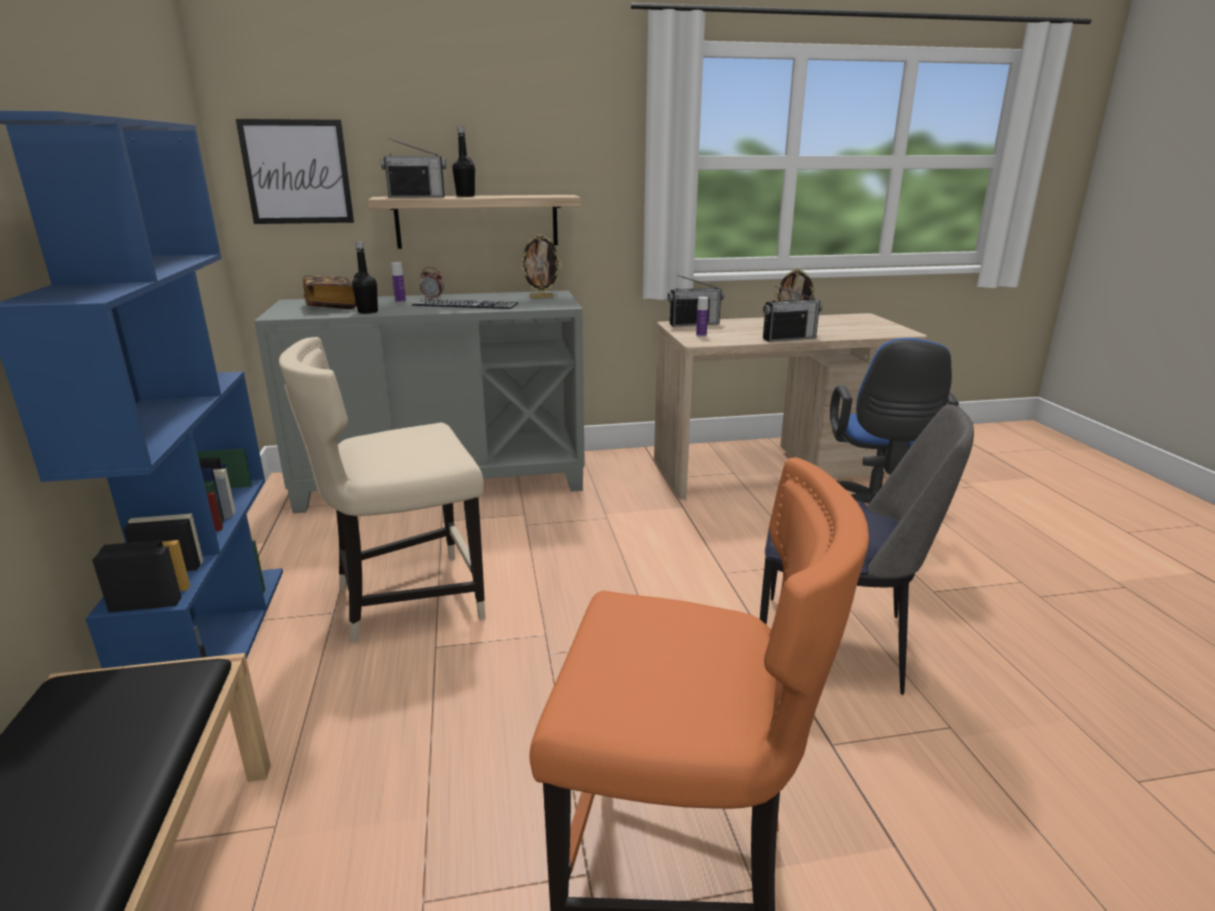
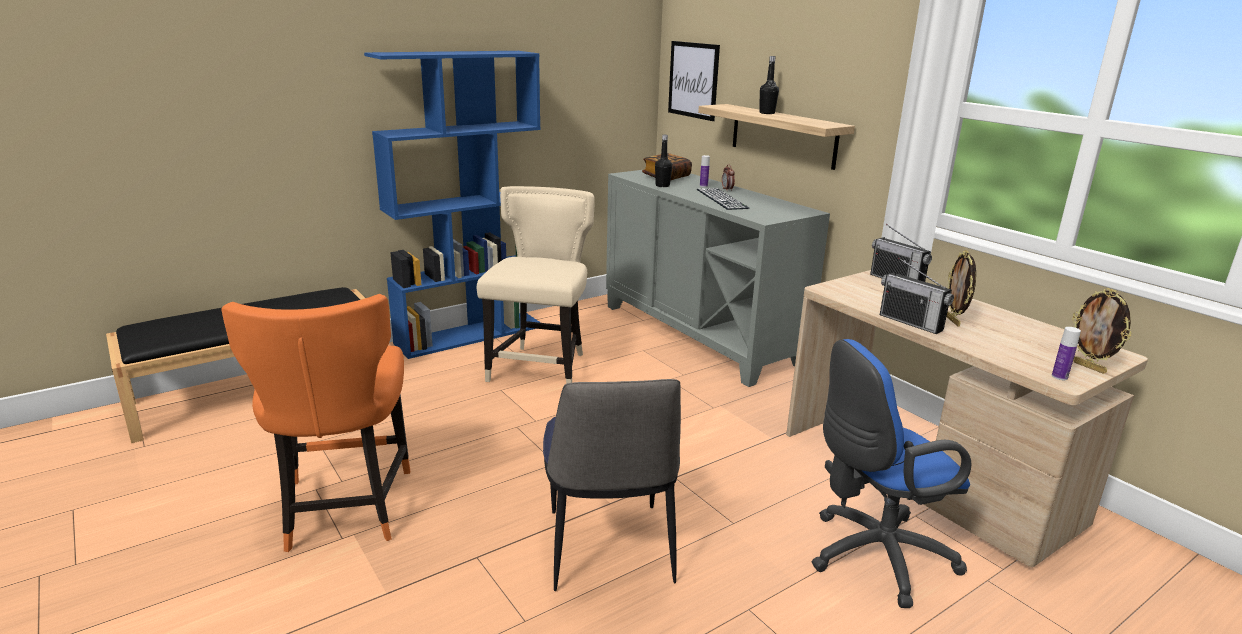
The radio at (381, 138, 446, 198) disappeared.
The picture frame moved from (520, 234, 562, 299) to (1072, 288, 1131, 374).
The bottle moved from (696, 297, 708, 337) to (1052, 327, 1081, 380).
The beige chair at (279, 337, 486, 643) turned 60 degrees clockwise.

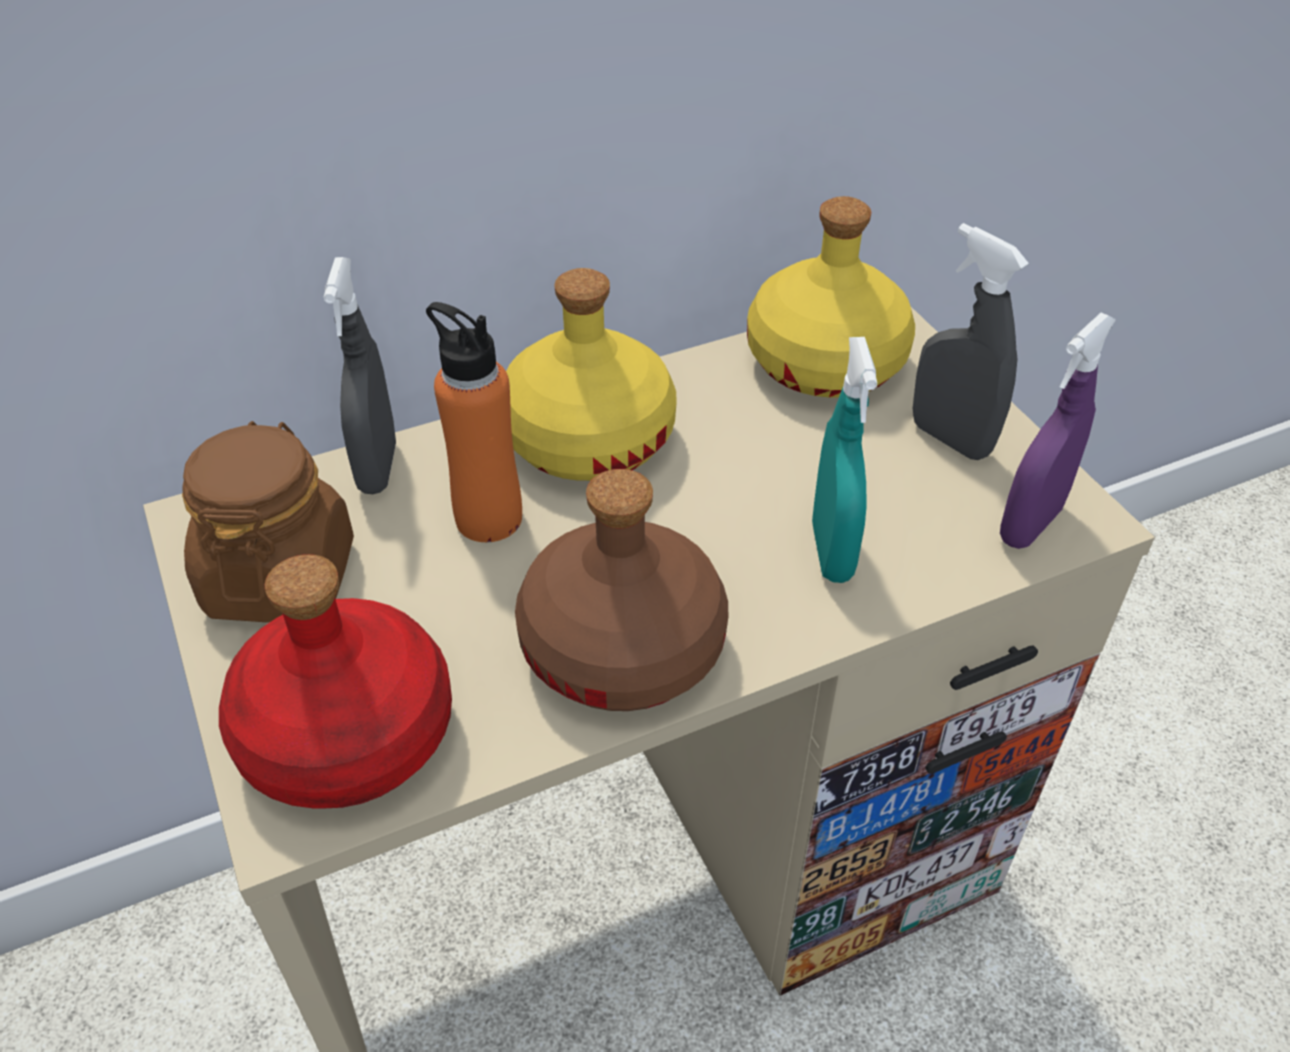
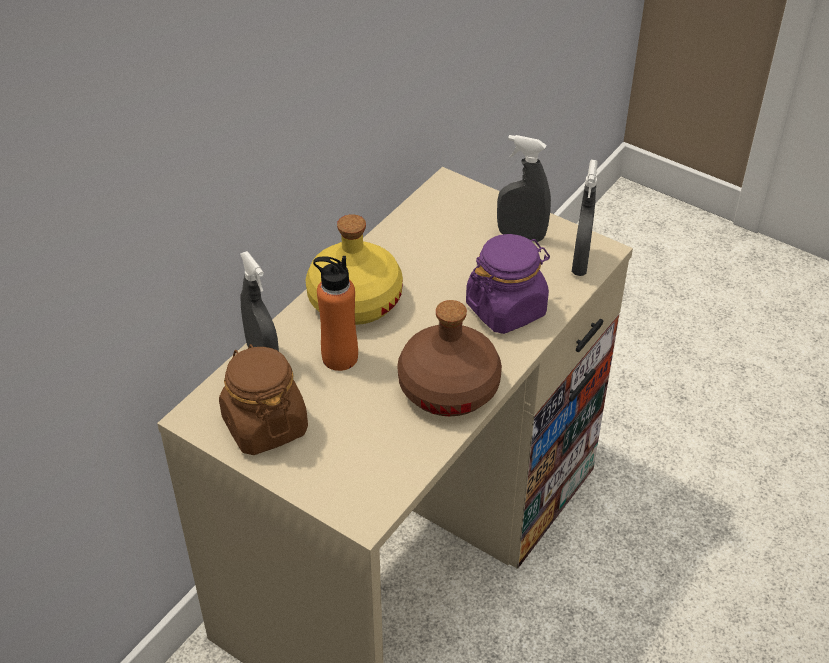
The red bottle at (219, 554, 452, 809) disappeared.
The yellow bottle at (747, 196, 915, 397) disappeared.
The turquoise spray bottle at (812, 337, 877, 583) was replaced by the purple jar at (466, 234, 550, 334).
The purple spray bottle at (1000, 313, 1116, 549) became the grey spray bottle at (572, 160, 598, 276).

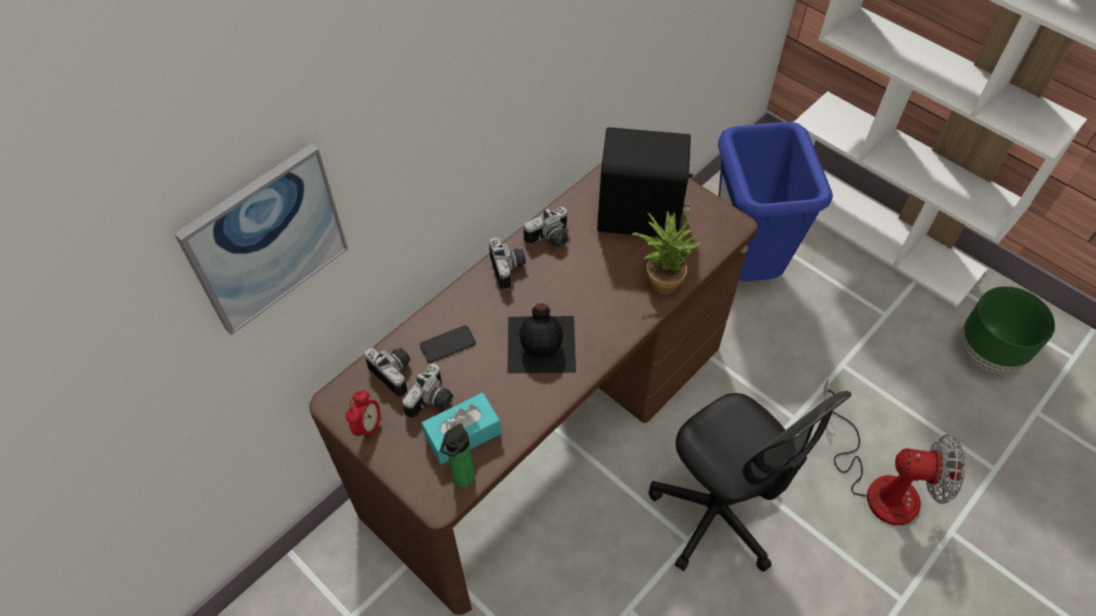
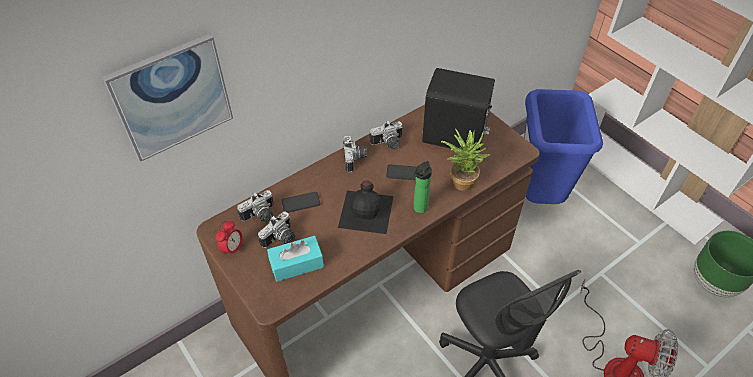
The phone at (386, 165, 416, 180) appeared.
The bottle moved from (440, 423, 475, 488) to (413, 161, 432, 213).
The photo camera at (365, 348, 411, 397) turned 90 degrees clockwise.

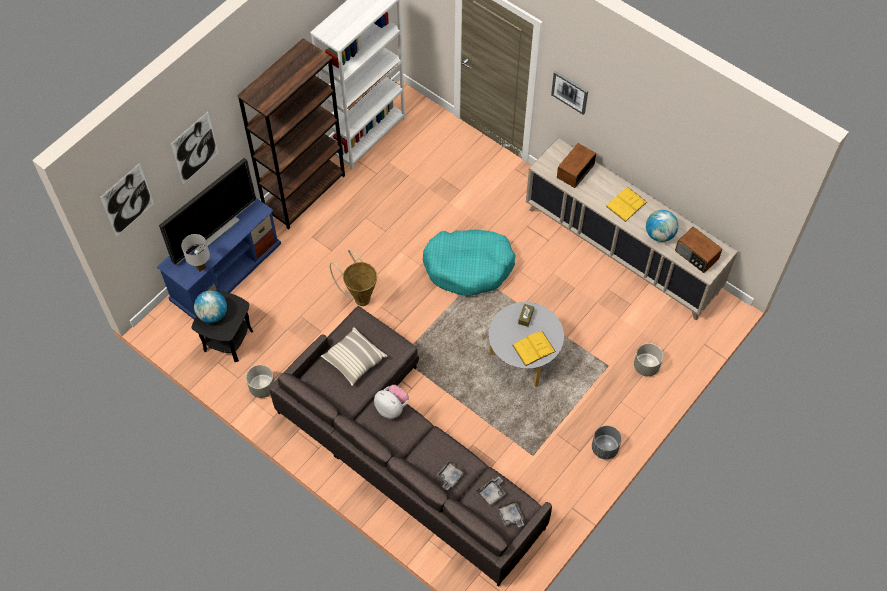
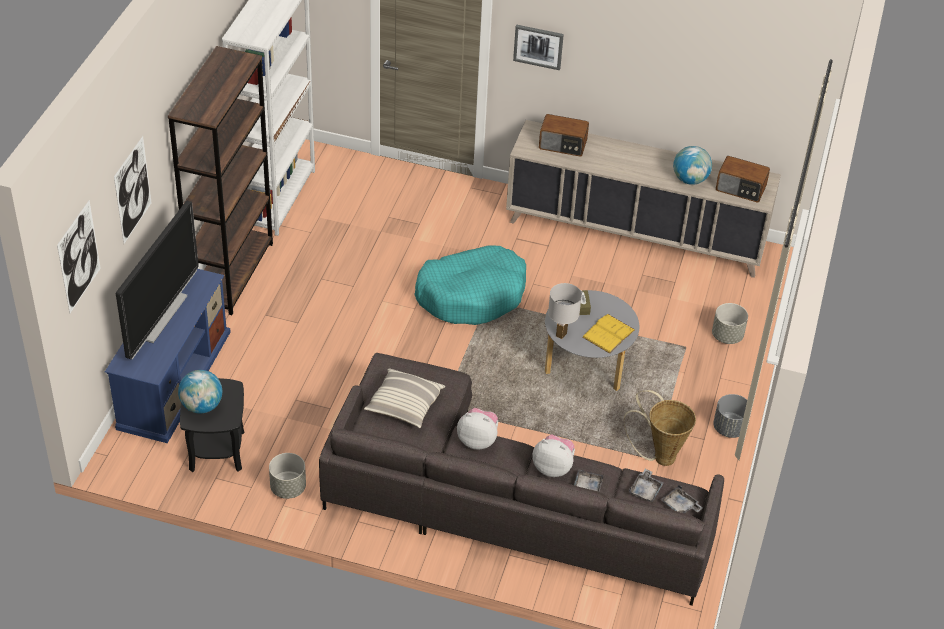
The yellow book at (606, 187, 647, 222) disappeared.
The plush toy at (532, 435, 575, 477) appeared.
The white table lamp moved from (181, 234, 210, 272) to (548, 283, 582, 339).
The basket moved from (330, 250, 377, 306) to (624, 390, 696, 466).
The radio at (557, 143, 596, 188) turned 90 degrees counterclockwise.

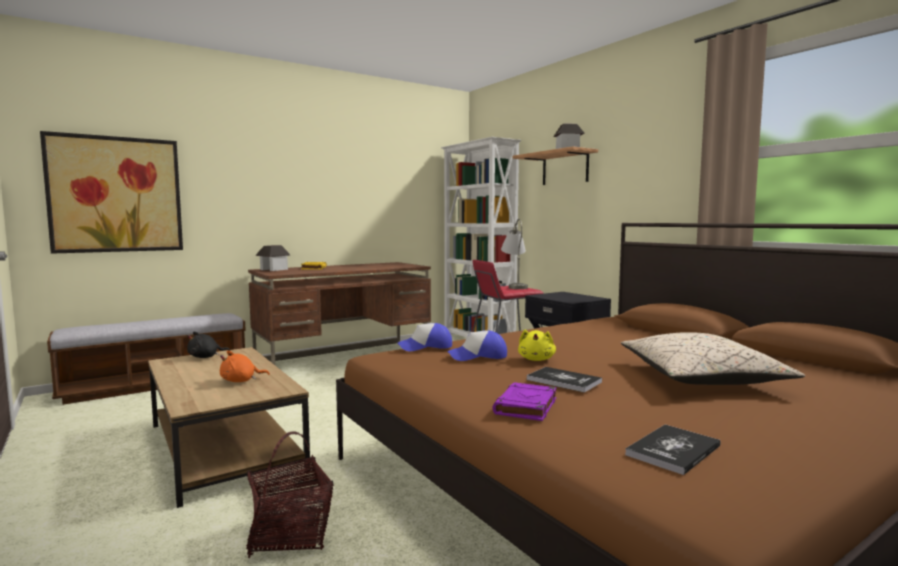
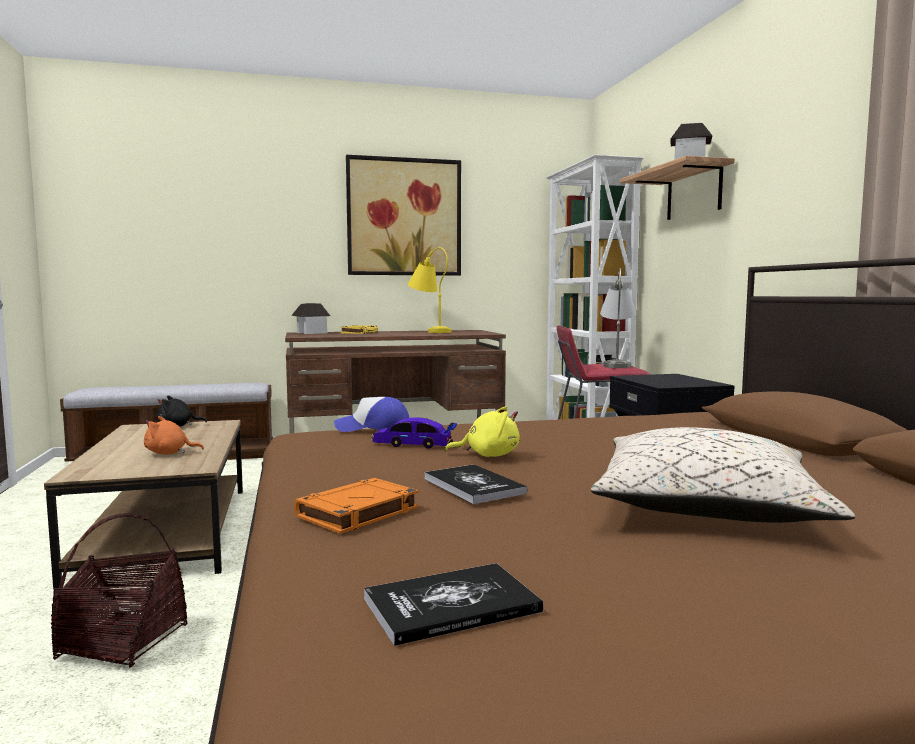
The yellow table lamp at (408, 247, 451, 333) appeared.
The picture moved from (40, 131, 183, 254) to (346, 155, 461, 276).
The cap at (447, 330, 507, 361) was replaced by the toy car at (371, 417, 457, 449).
The purple book at (492, 382, 556, 421) became the orange book at (294, 478, 419, 534).
The yellow plush toy at (518, 329, 556, 361) turned 120 degrees counterclockwise.

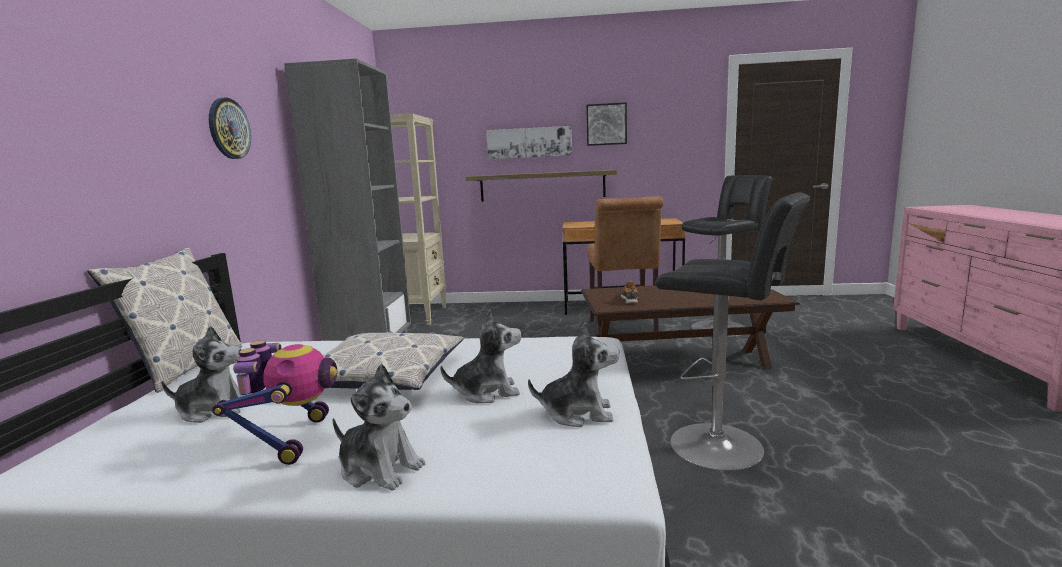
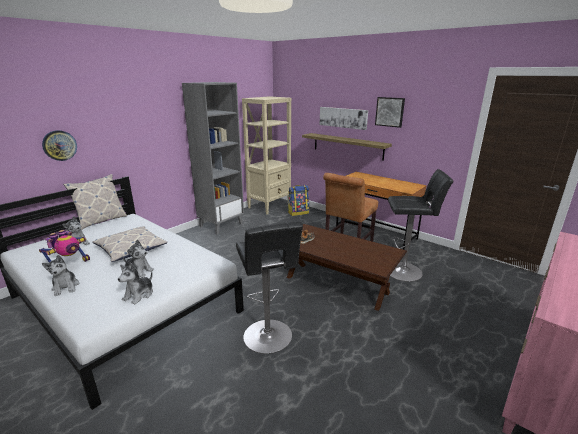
The backpack at (288, 185, 309, 216) appeared.
The wall clock moved from (209, 97, 251, 159) to (42, 130, 77, 161).
The plush toy at (528, 322, 620, 427) turned 75 degrees clockwise.

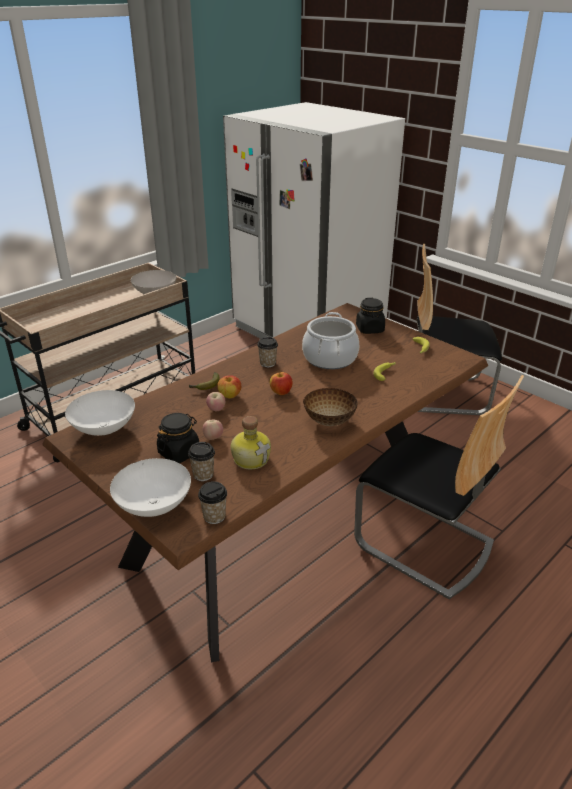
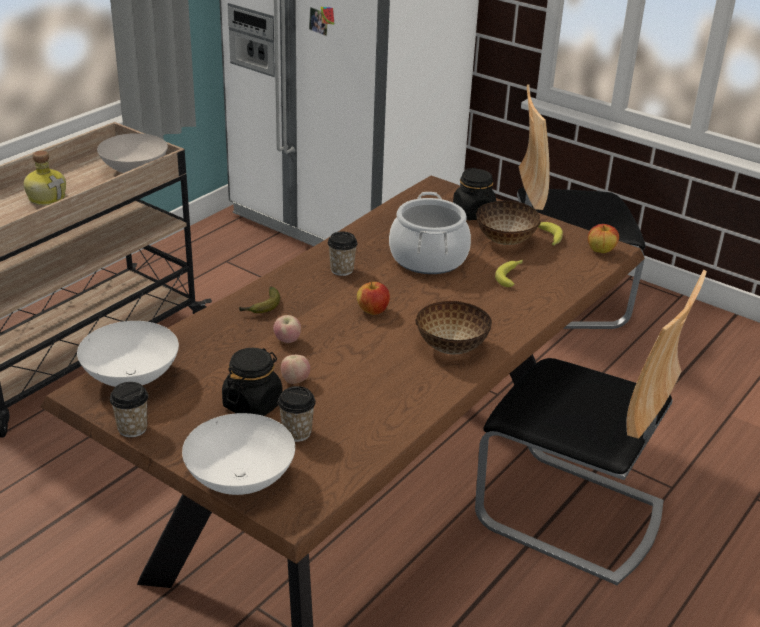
The bowl at (476, 201, 541, 245) appeared.
The cup moved from (198, 481, 227, 524) to (110, 382, 148, 437).
The apple moved from (217, 375, 241, 399) to (588, 224, 619, 253).
The bottle moved from (231, 416, 271, 469) to (24, 151, 66, 205).

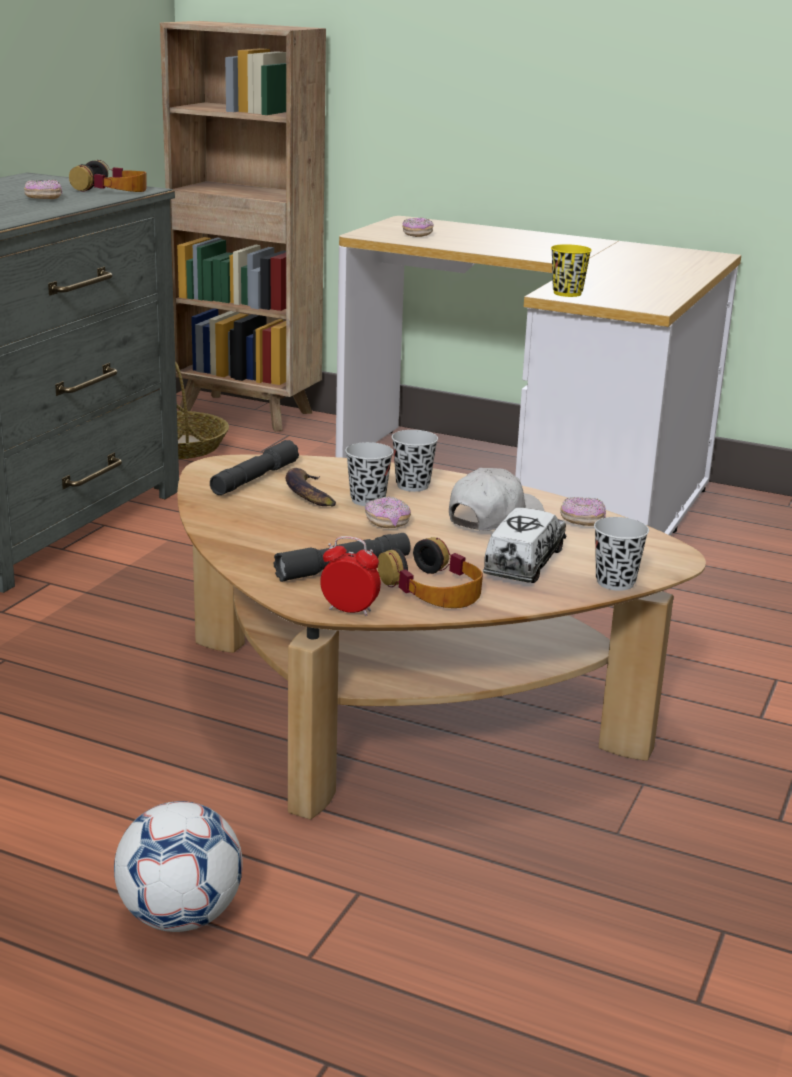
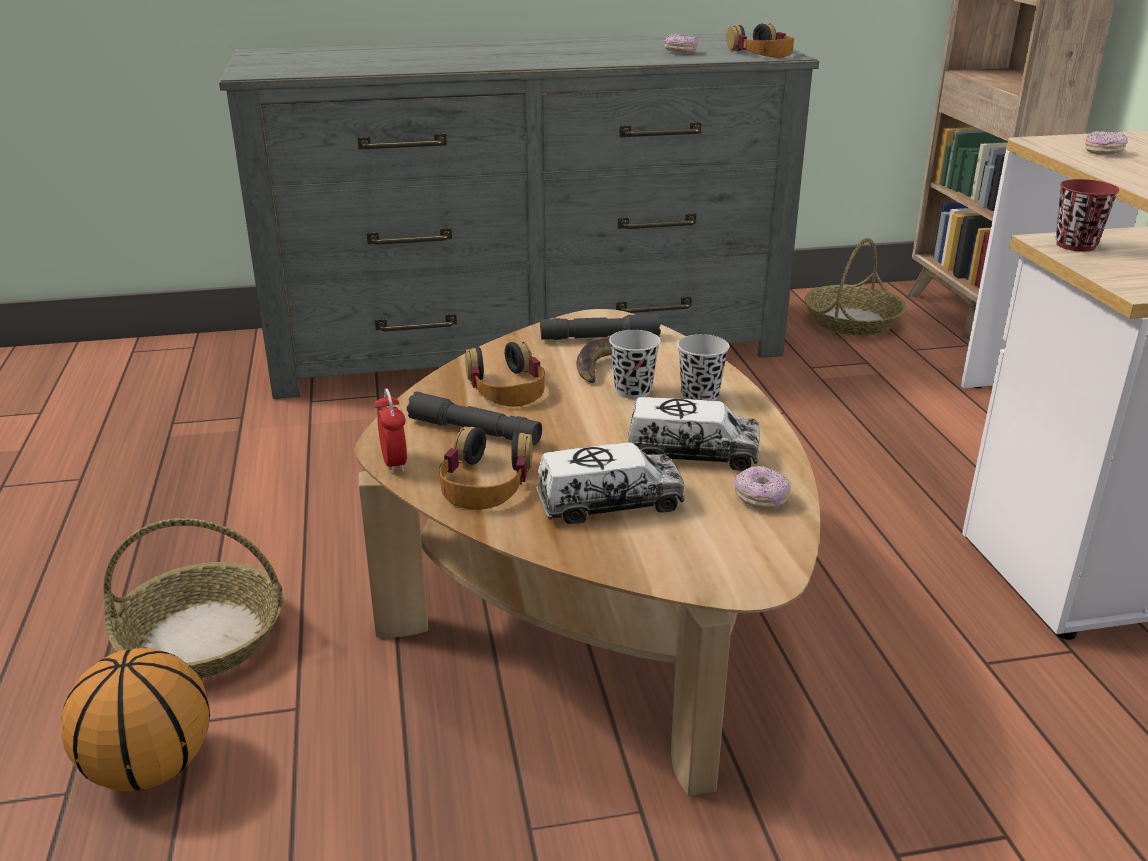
The donut at (365, 496, 411, 528) disappeared.
The black cup at (594, 517, 649, 591) disappeared.
The basketball at (61, 648, 210, 791) appeared.
The headphones at (465, 341, 545, 406) appeared.
The football at (114, 801, 243, 932) was replaced by the basket at (104, 518, 283, 678).
The white cap at (449, 468, 544, 531) was replaced by the toy truck at (628, 397, 760, 471).
The yellow cup at (551, 244, 592, 297) became the red cup at (1056, 179, 1120, 252).

